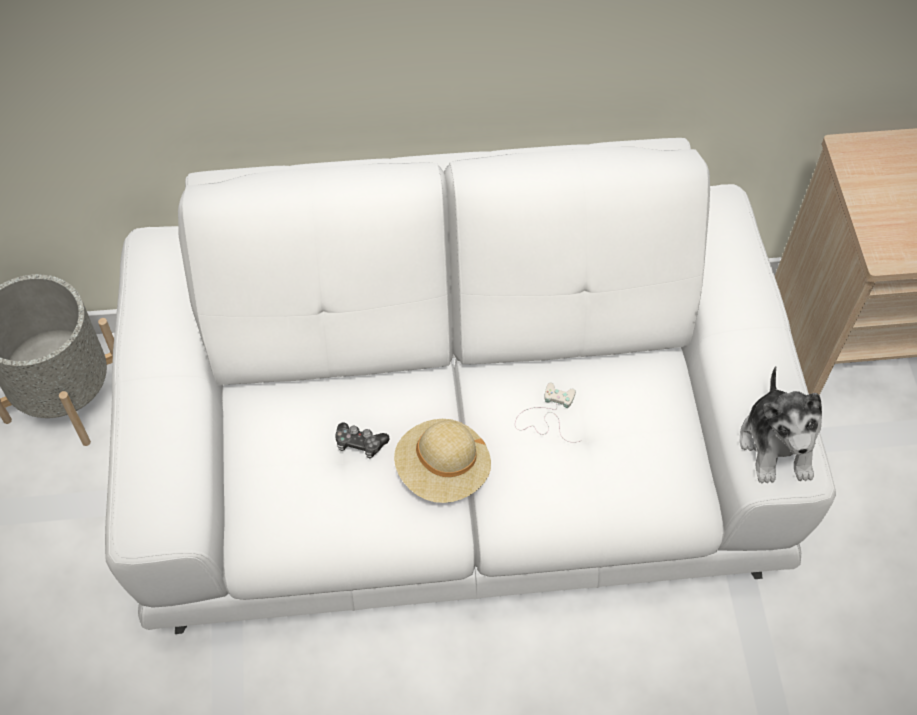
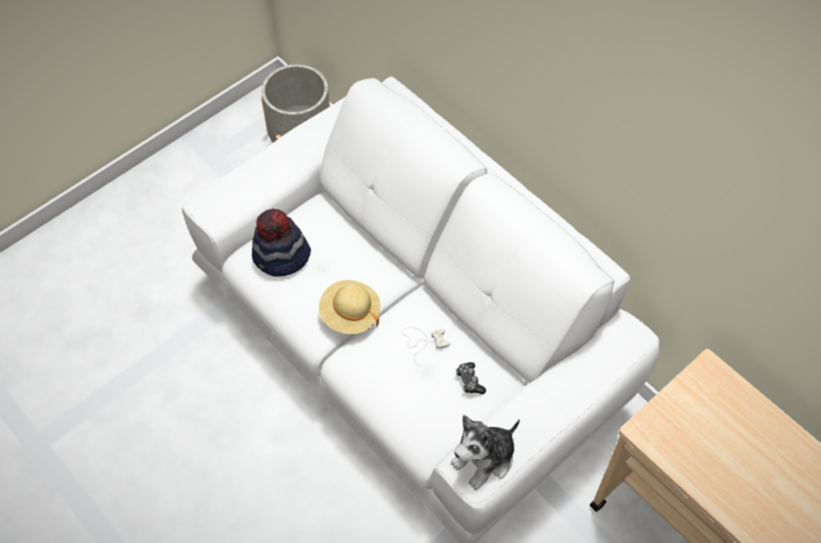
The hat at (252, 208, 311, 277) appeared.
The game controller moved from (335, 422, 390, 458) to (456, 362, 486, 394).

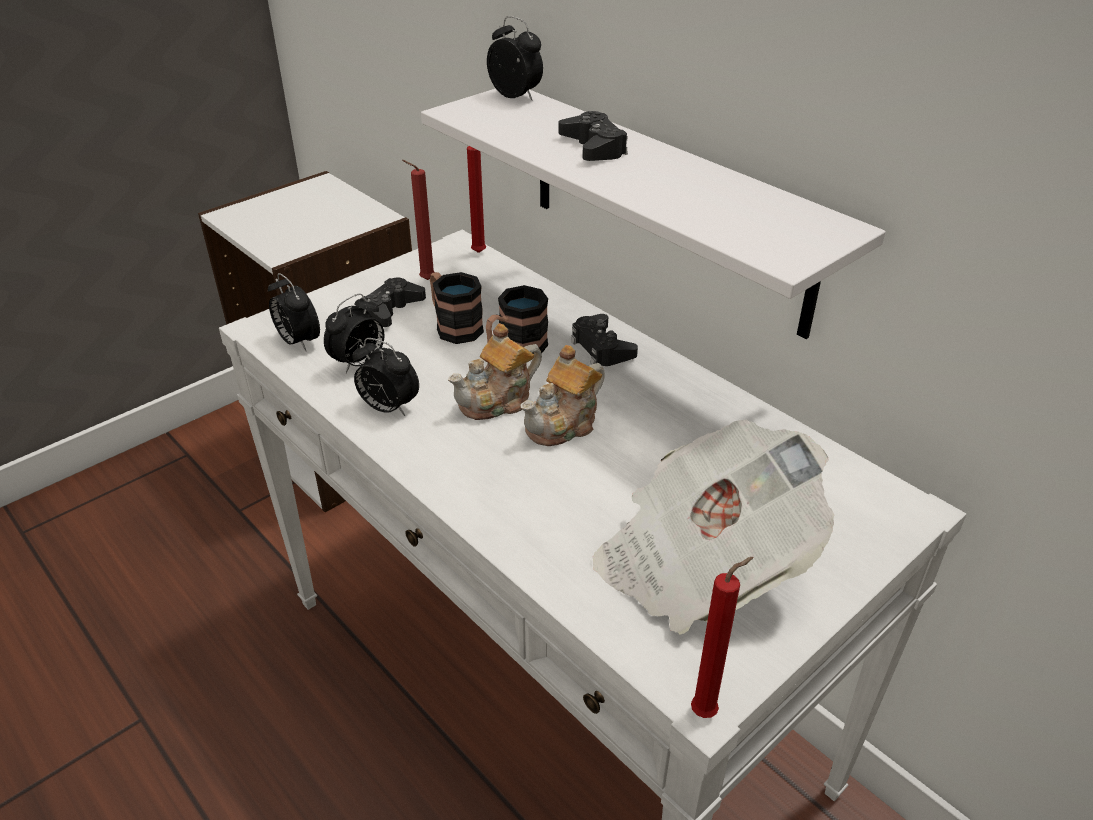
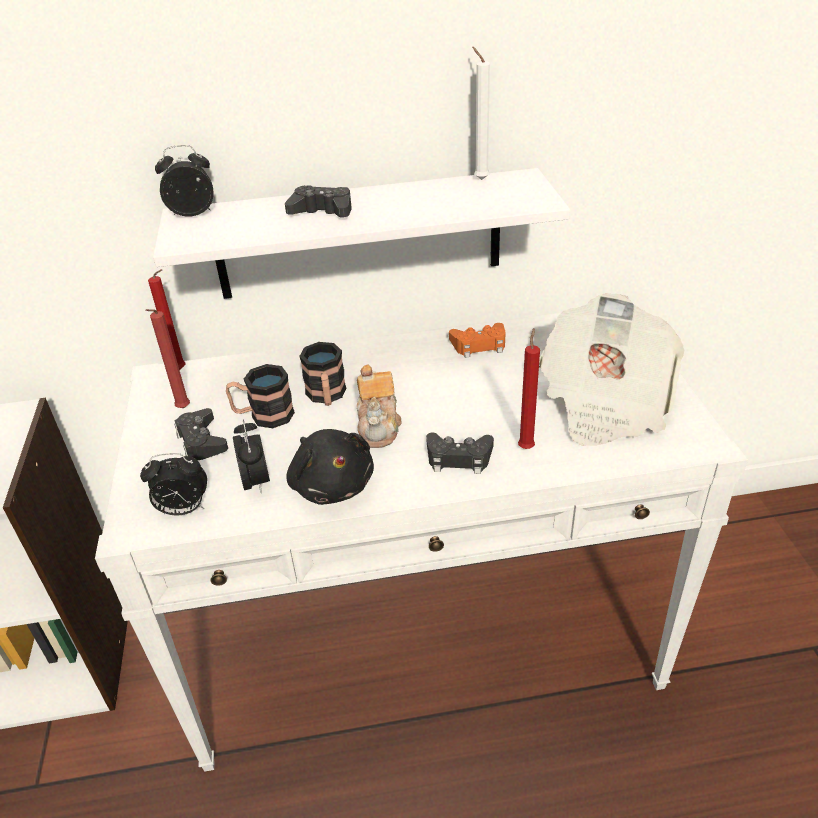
The teapot at (520, 345, 605, 446) disappeared.
The orange game controller at (449, 323, 506, 358) appeared.
The white candle at (472, 47, 490, 180) appeared.
The black game controller moved from (571, 314, 638, 366) to (426, 432, 494, 474).
The red candle moved from (691, 557, 754, 718) to (518, 328, 540, 449).
The alarm clock at (353, 338, 419, 416) was replaced by the black plush toy at (287, 429, 374, 505).

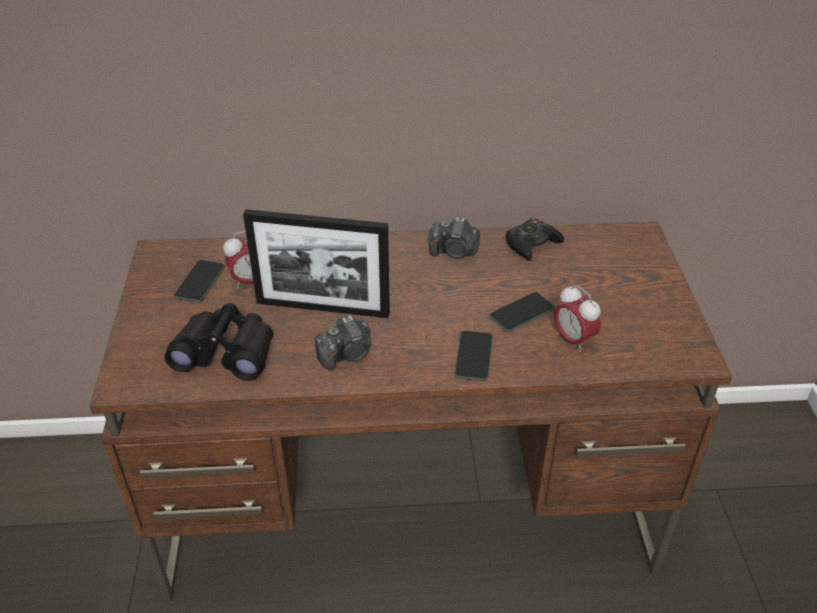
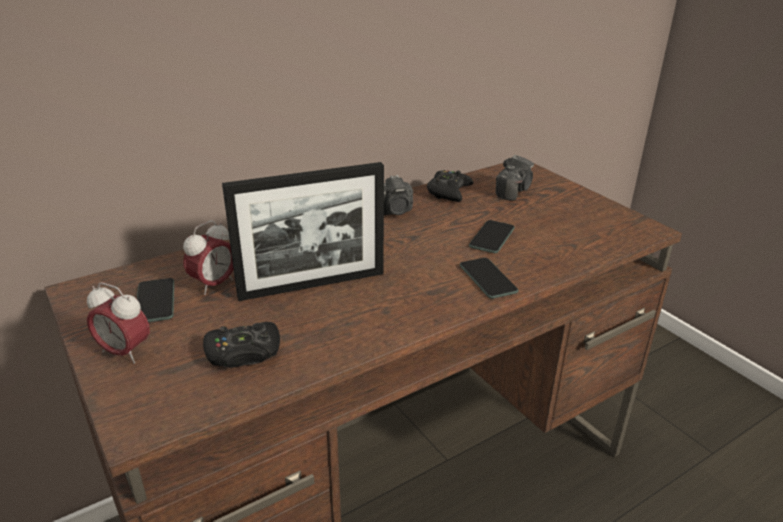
The photo camera moved from (314, 315, 372, 371) to (496, 155, 534, 201).
The alarm clock moved from (554, 285, 601, 352) to (87, 283, 150, 364).
The black binoculars at (165, 303, 273, 381) was replaced by the black game controller at (203, 322, 280, 368).

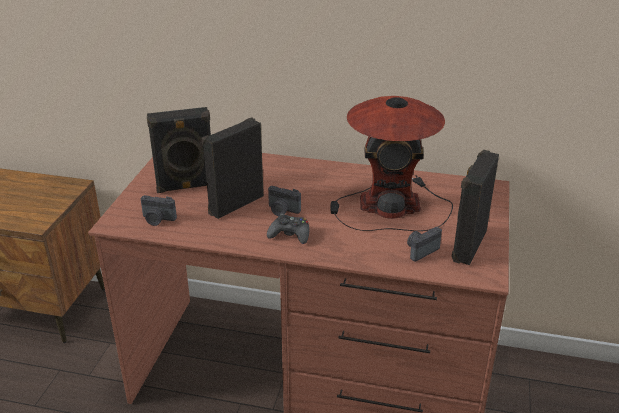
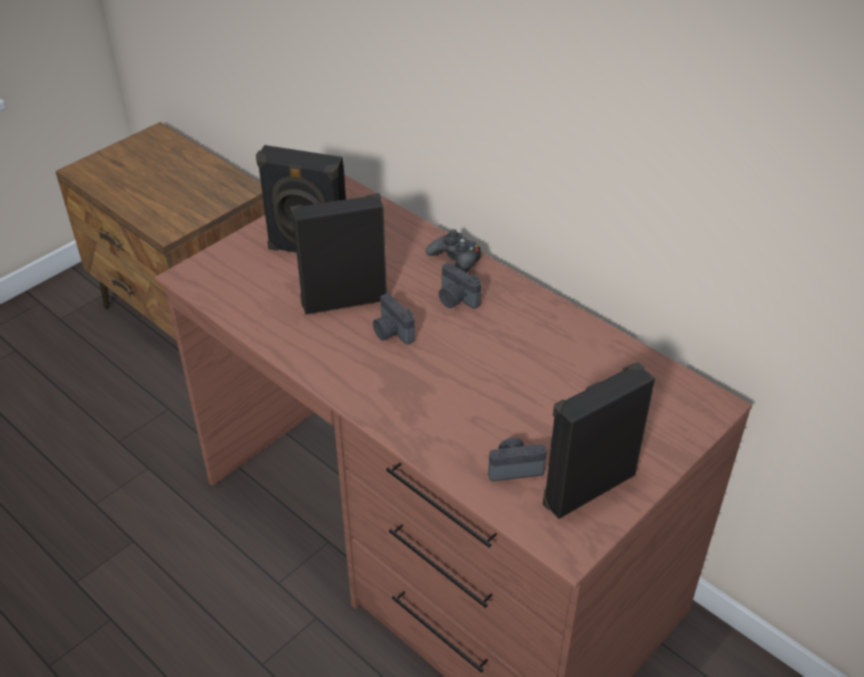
The table lamp at (331, 96, 453, 231) disappeared.
The photo camera moved from (140, 195, 177, 226) to (439, 263, 481, 309).
The black game controller moved from (267, 213, 309, 244) to (426, 229, 481, 273).

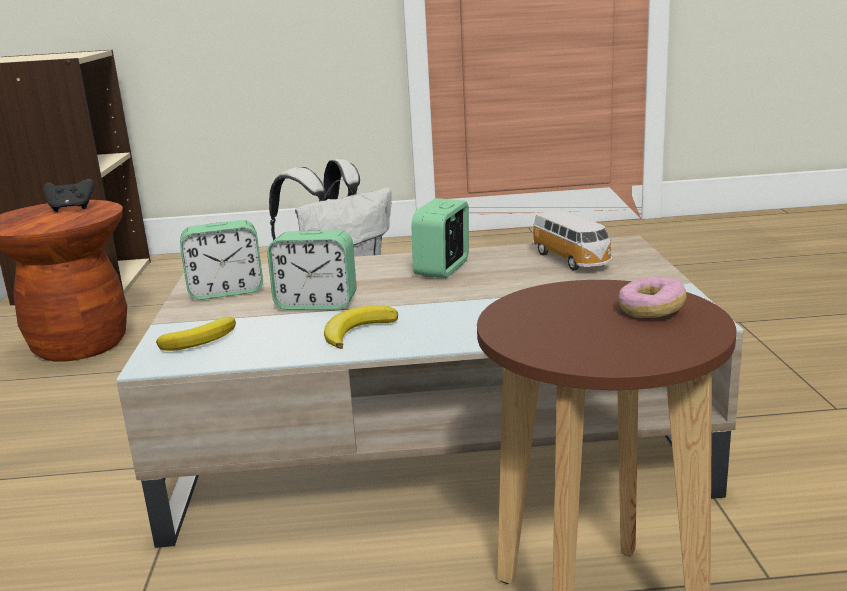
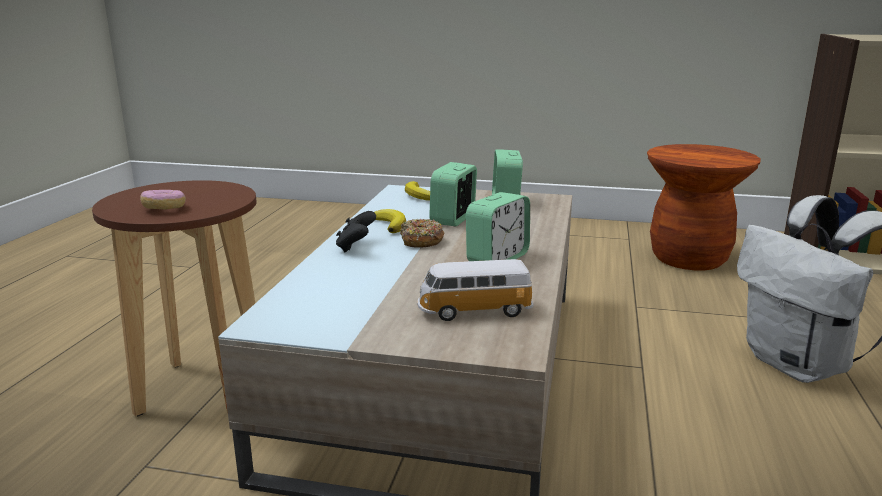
The donut at (400, 219, 444, 248) appeared.
The black game controller moved from (43, 179, 94, 212) to (336, 211, 376, 252).
The alarm clock at (411, 198, 469, 278) turned 90 degrees clockwise.

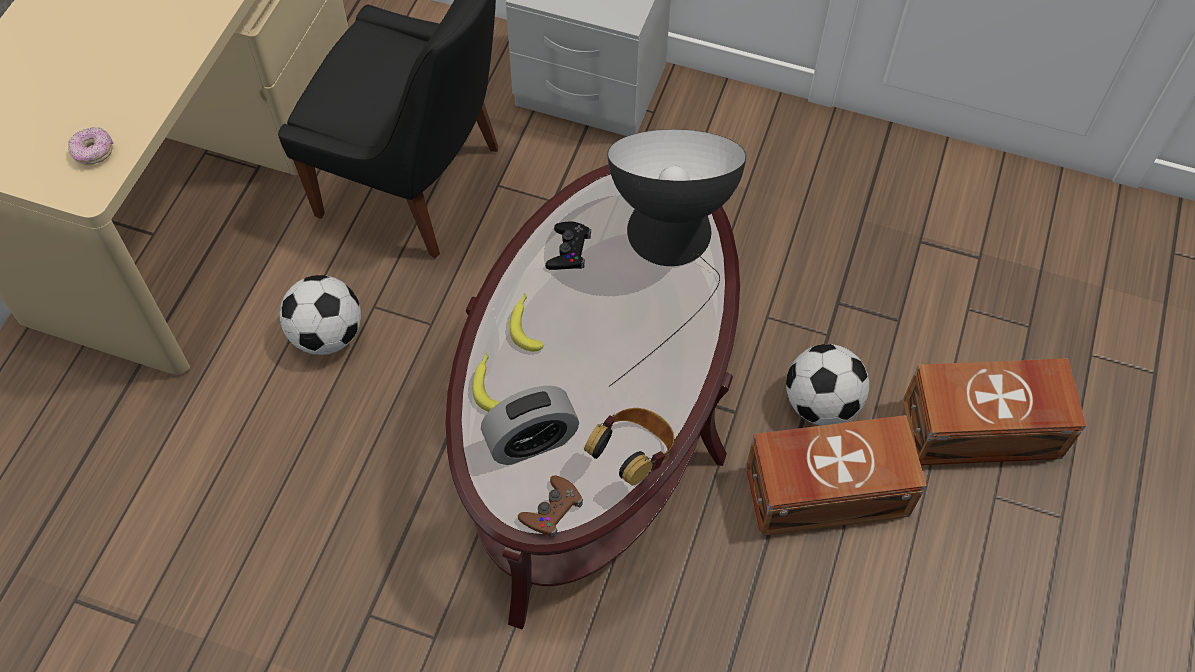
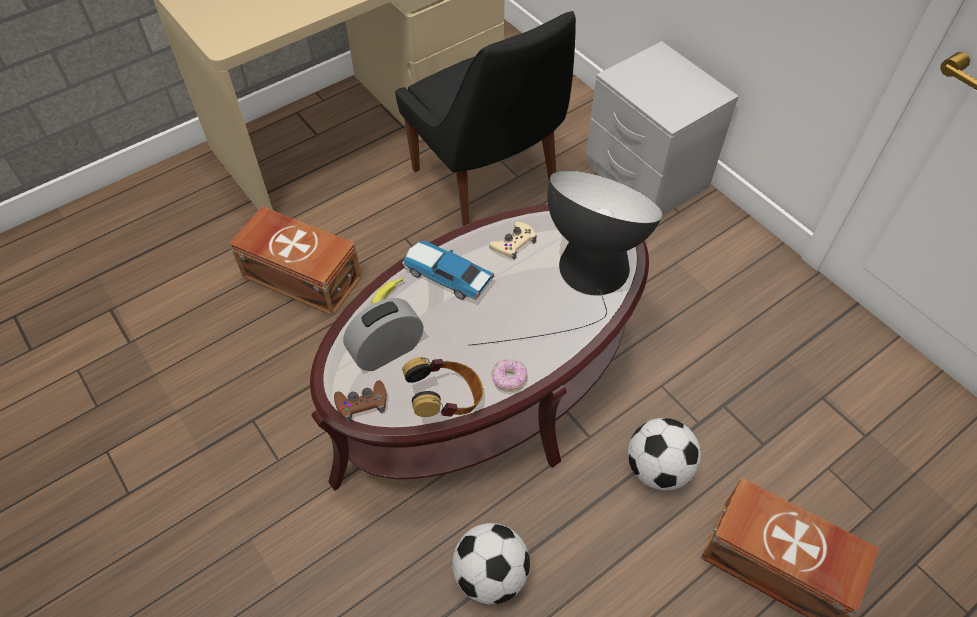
The donut moved from (68, 127, 114, 165) to (492, 359, 527, 392).
The football moved from (280, 275, 361, 355) to (452, 523, 530, 605).
The brown storage box moved from (746, 415, 927, 536) to (229, 206, 362, 316).
The banana at (510, 293, 545, 351) was replaced by the toy car at (402, 241, 495, 300).
The black game controller at (545, 221, 591, 270) became the beige game controller at (489, 222, 537, 260).
The alarm clock at (481, 386, 579, 465) turned 135 degrees clockwise.

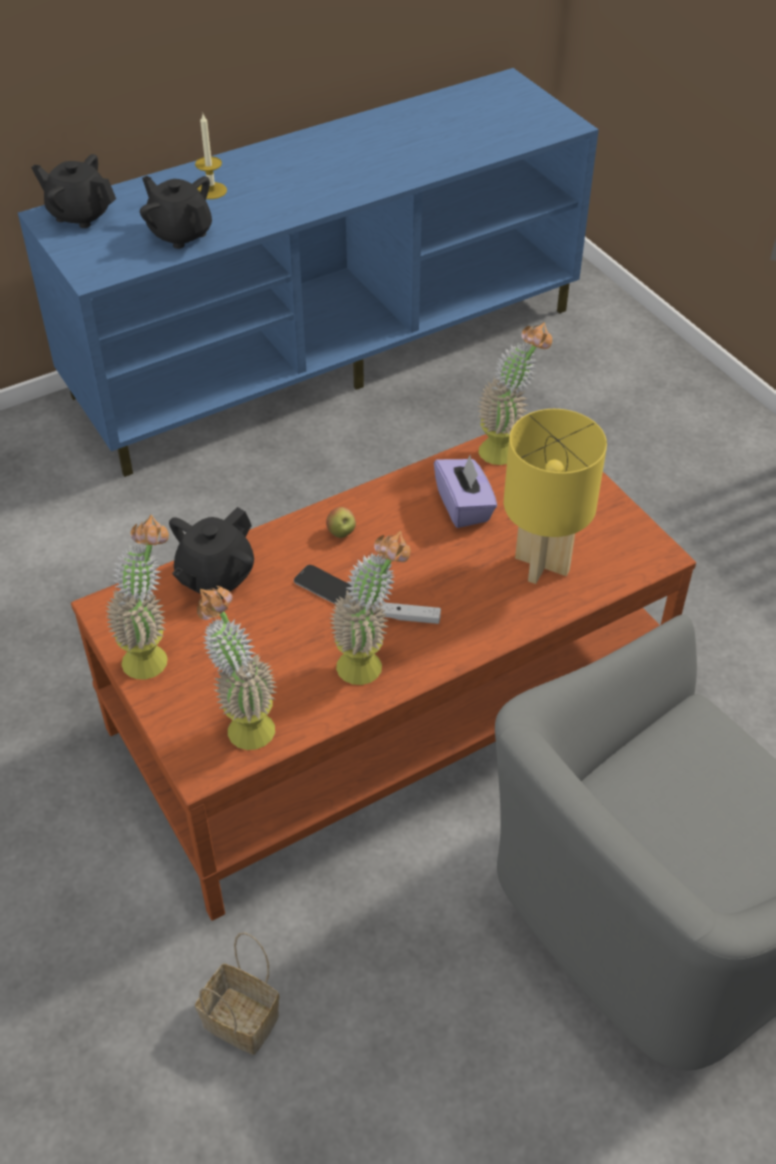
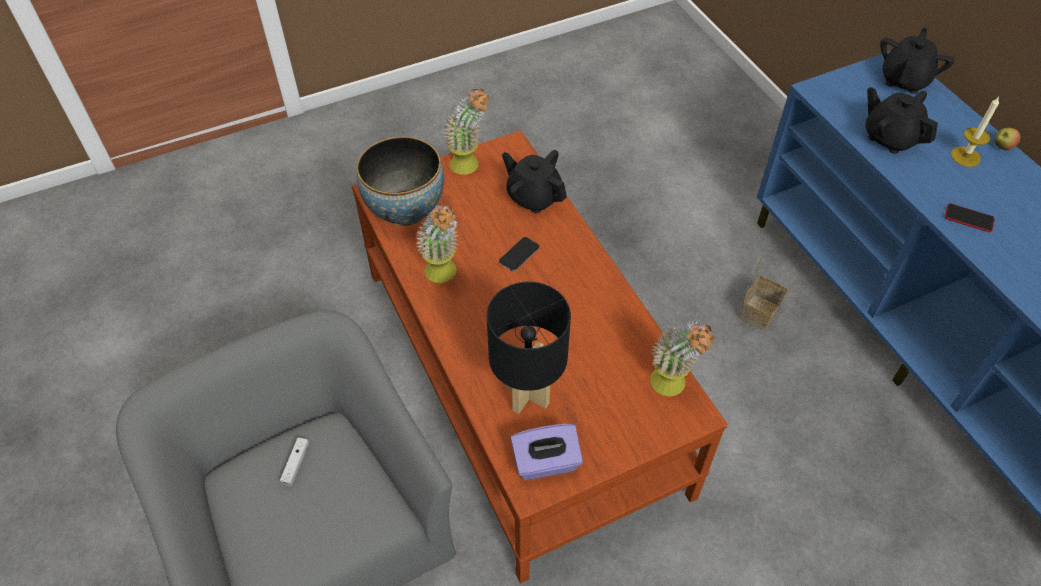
The phone at (945, 203, 995, 232) appeared.
The basket moved from (195, 932, 279, 1055) to (740, 257, 797, 331).
The apple moved from (326, 507, 356, 538) to (994, 127, 1021, 150).
The white game controller moved from (381, 602, 441, 624) to (280, 438, 309, 486).
The purple tissue box moved from (434, 455, 497, 528) to (510, 424, 583, 480).
The potted plant at (197, 586, 277, 750) was replaced by the bowl at (357, 137, 444, 226).
The yellow table lamp at (504, 409, 607, 584) became the black table lamp at (487, 282, 571, 414).
The black teapot at (140, 176, 212, 249) turned 90 degrees counterclockwise.

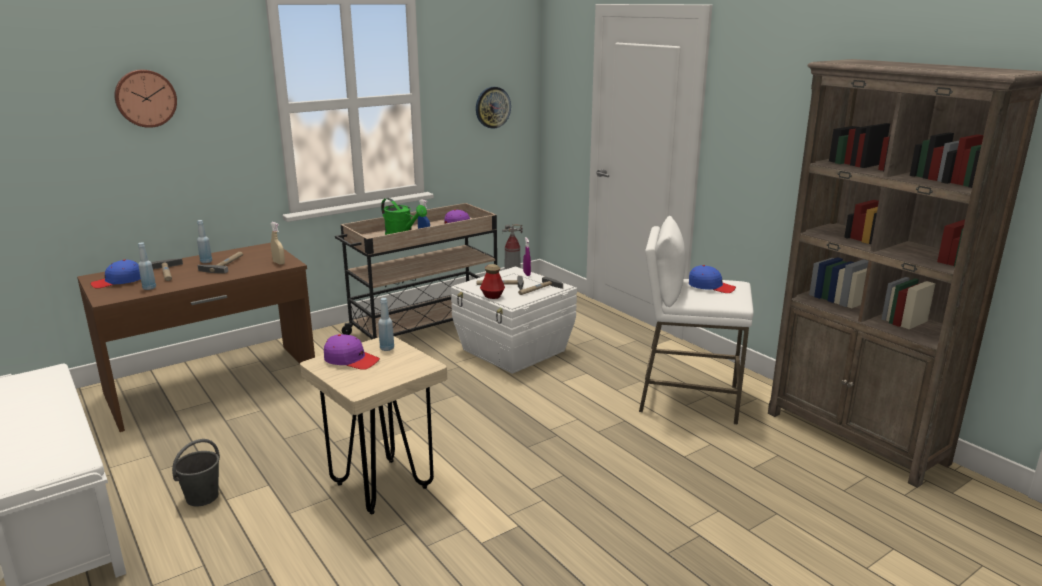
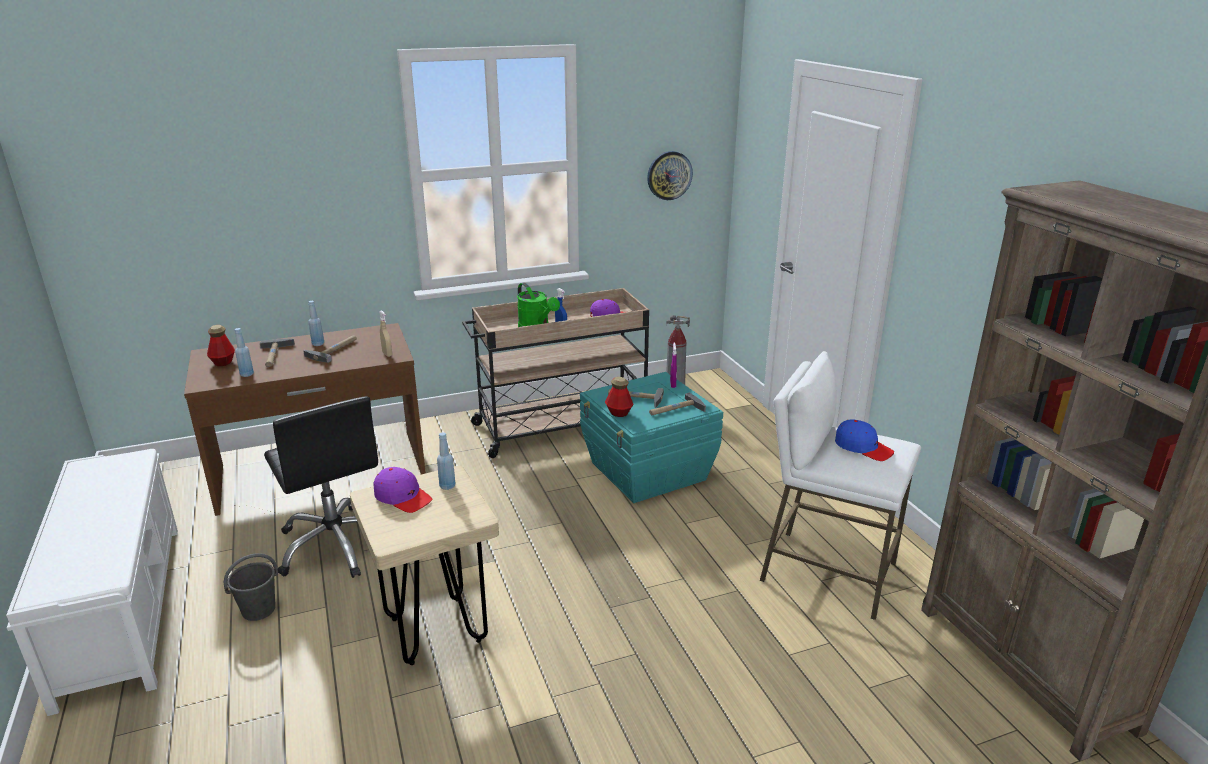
The wall clock at (114, 70, 177, 128) disappeared.
The black office chair at (264, 396, 378, 578) appeared.
The blue cap at (91, 260, 141, 289) was replaced by the bottle at (207, 325, 235, 366).
The white storage box at (451, 266, 577, 374) became the turquoise storage box at (580, 372, 723, 503).

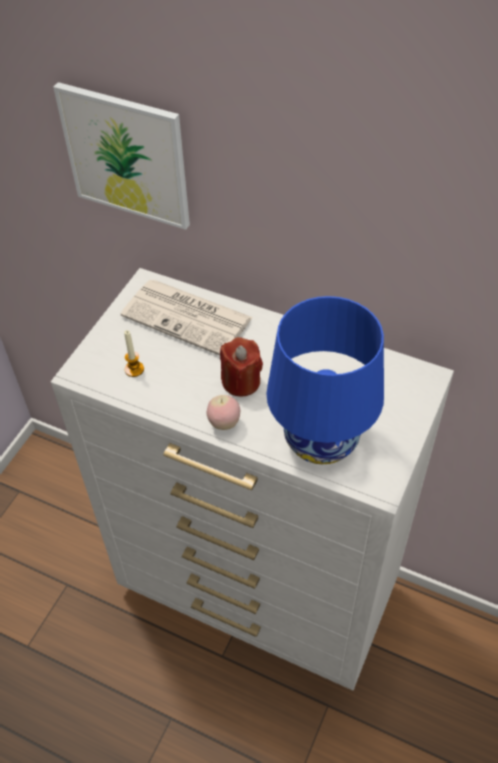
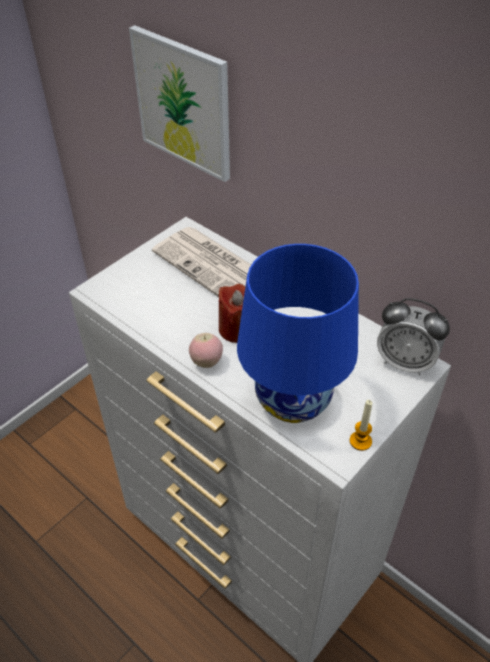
The alarm clock at (377, 298, 450, 376) appeared.
The candle moved from (124, 330, 144, 377) to (349, 400, 372, 451).

